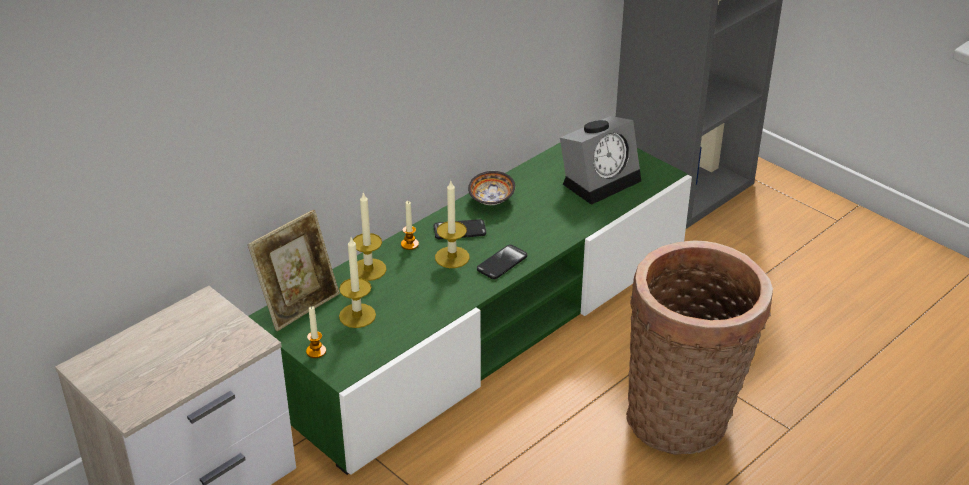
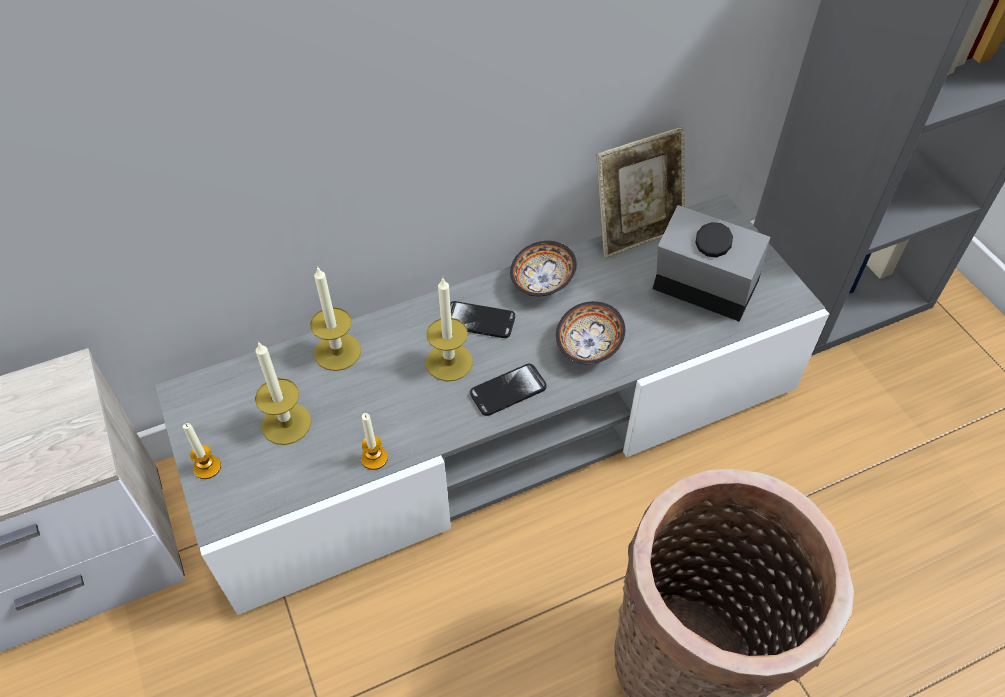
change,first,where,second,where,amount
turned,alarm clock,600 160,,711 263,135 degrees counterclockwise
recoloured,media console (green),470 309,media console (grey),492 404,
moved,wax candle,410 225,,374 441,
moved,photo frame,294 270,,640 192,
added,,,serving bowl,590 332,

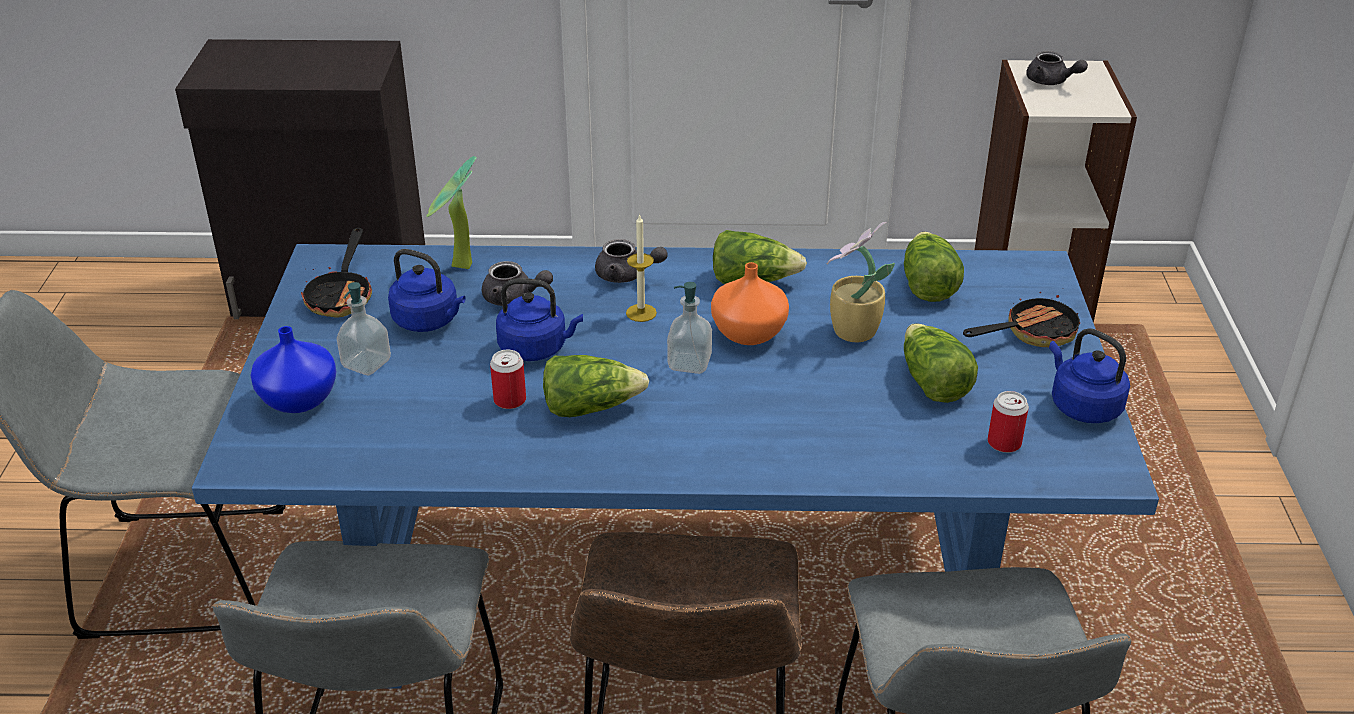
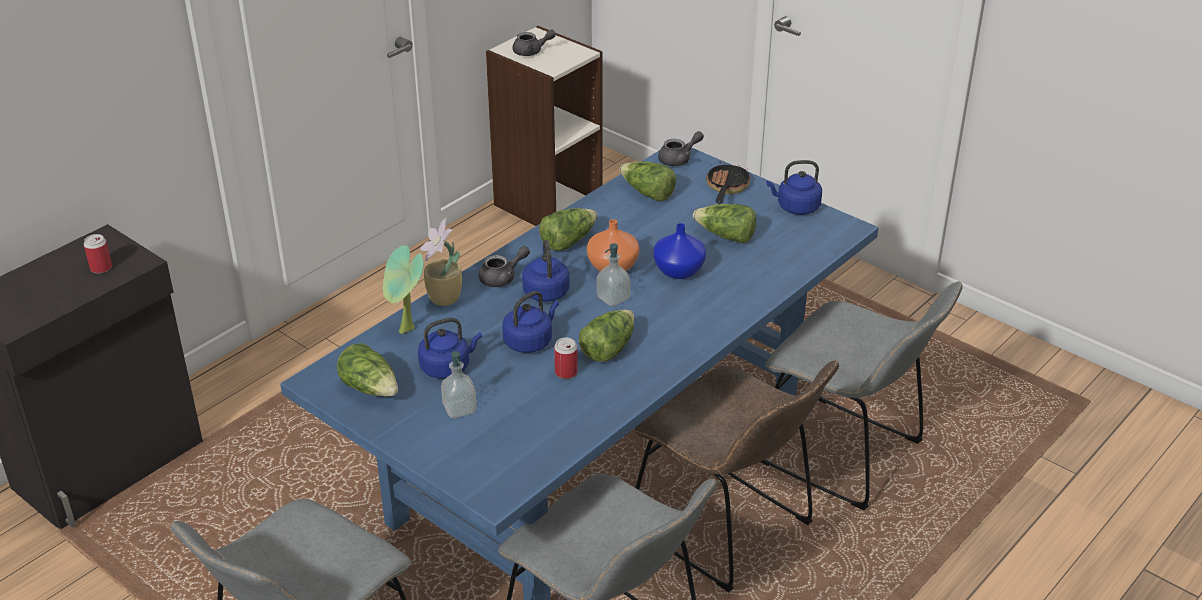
change,first,where,second,where,amount
replaced,wax candle,641 268,tea kettle (blue),545 271,
moved,houseplant,861 282,,441 262,
replaced,pan,336 273,head of lettuce,367 370,
moved,tea pot (grey),517 283,,681 148,
moved,vase (blue),293 369,,679 251,
moved,can,1008 422,,98 253,

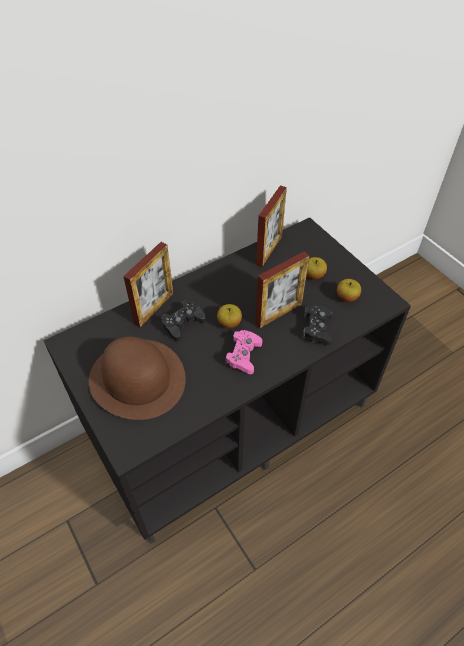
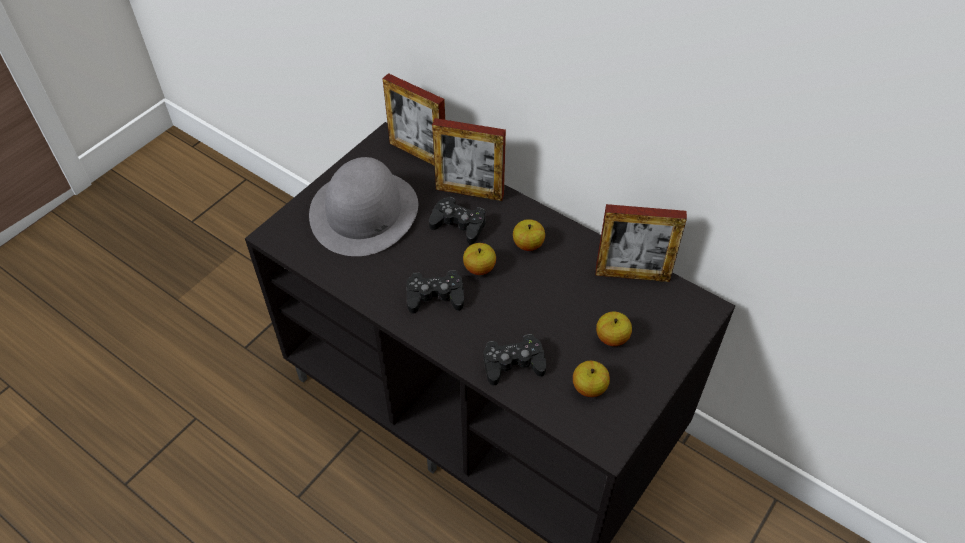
change,first,where,second,where,amount
moved,photo frame,282 289,,413 119,
recoloured,game controller (pink),243 352,game controller (black-coloured),435 291,
recoloured,hat (brown-coloured),137 378,hat (grey),363 206,
added,,,apple,529 235,

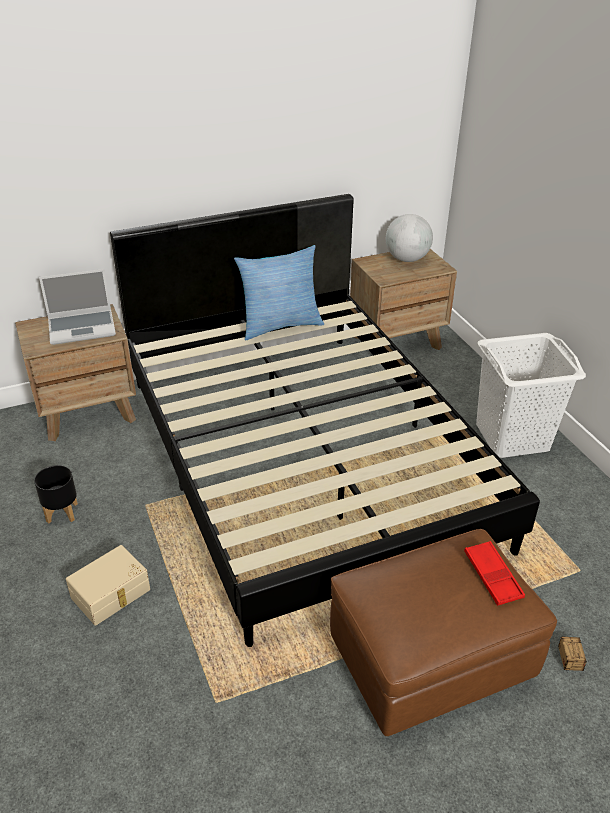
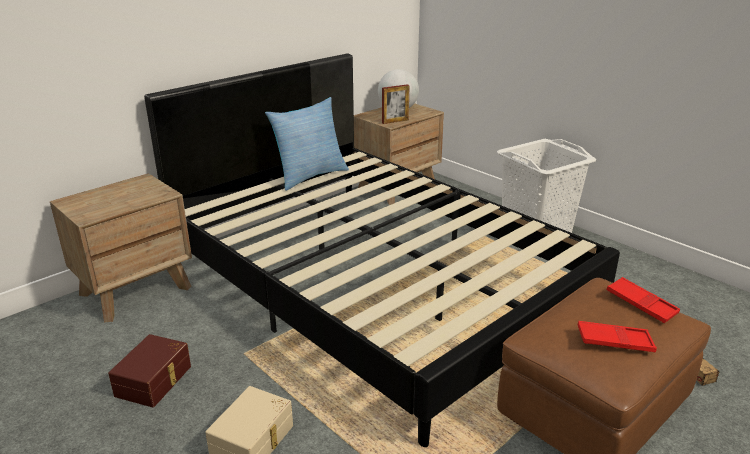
change,first,where,second,where,amount
removed,laptop,77 307,,,
replaced,plant pot (black-coloured),56 494,storage container (brown-coloured),149 370,
added,,,photo frame,396 104,
added,,,carrying tray (red),617 336,

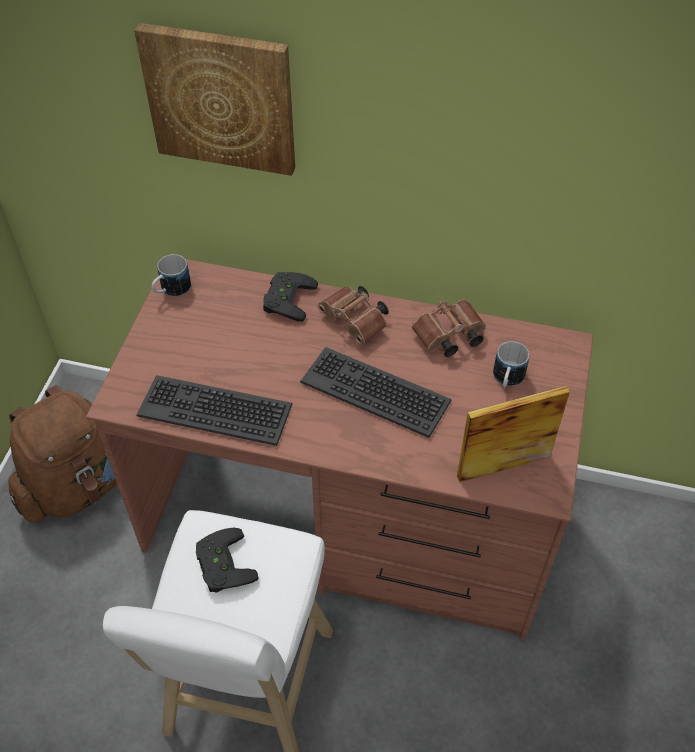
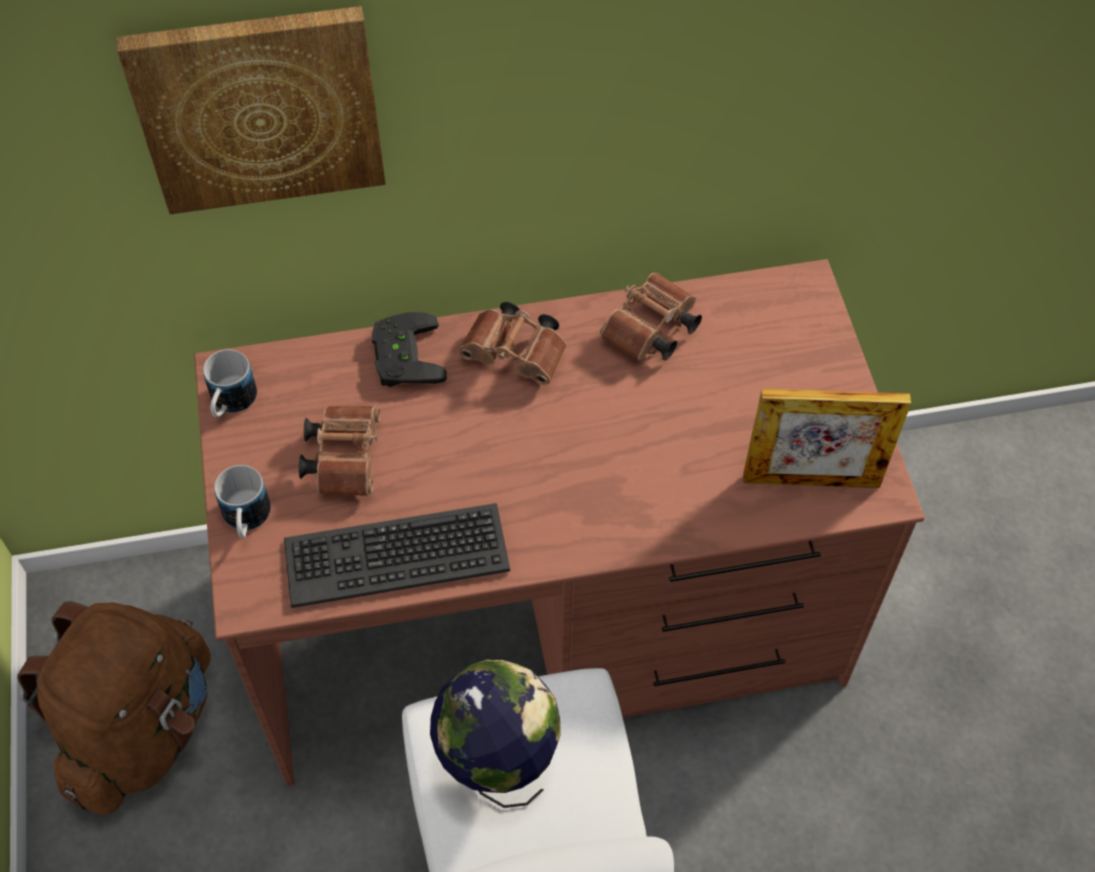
change,first,where,second,where,amount
moved,tea mug,511 364,,242 502,
removed,computer keyboard,376 392,,,
turned,photo frame,513 434,,827 438,135 degrees counterclockwise
replaced,game controller (black-coloured),227 560,globe,495 734,
added,,,pair of binoculars (brown-coloured),339 450,

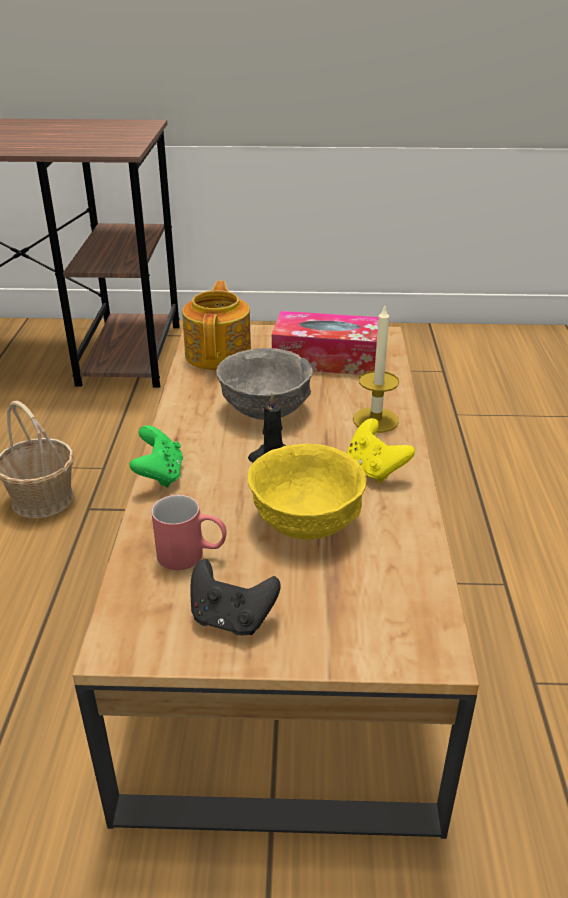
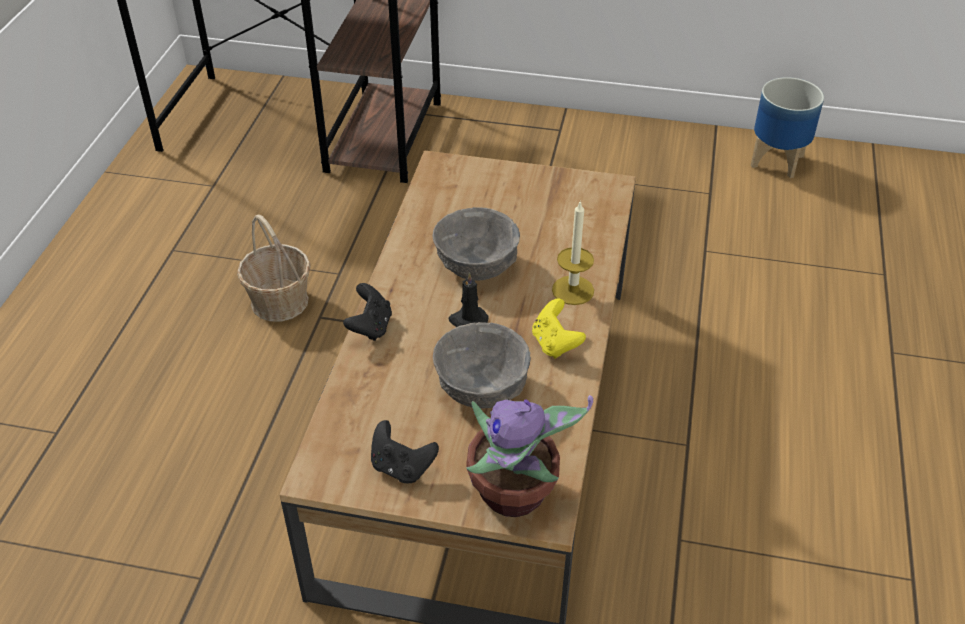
change,first,where,second,where,amount
removed,tea pot,216 325,,,
removed,tissue holder,325 343,,,
recoloured,game controller (green),156 456,game controller (black-coloured),367 312,
recoloured,serving bowl (yellow),307 491,serving bowl (grey),482 365,
removed,tea mug (red),189 532,,,
added,,,plant pot,787 127,
added,,,houseplant,529 456,

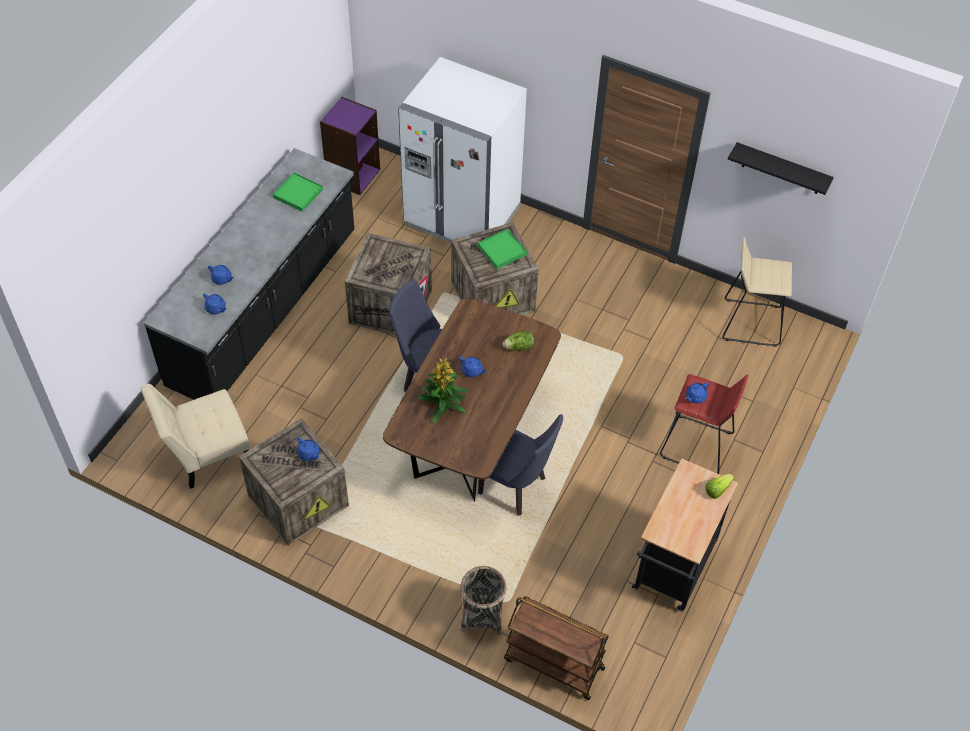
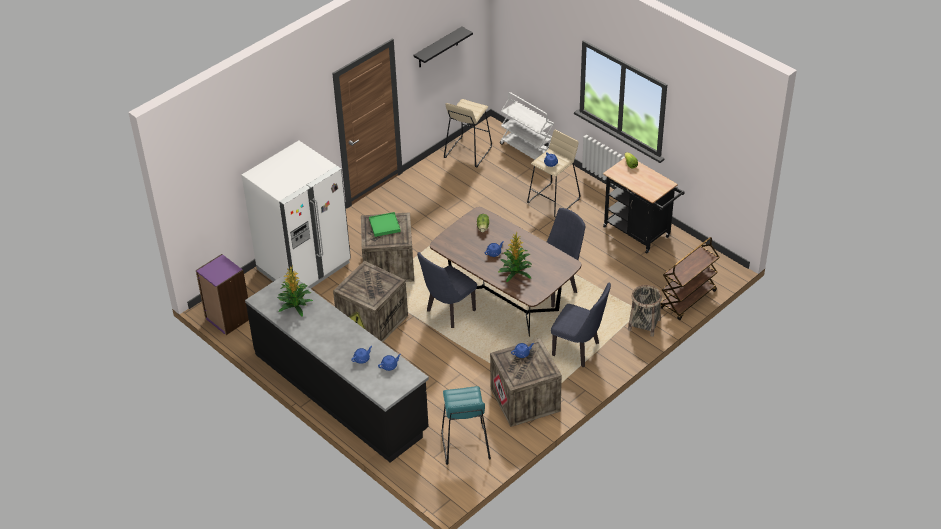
change,first,where,second,where,amount
replaced,carrying tray (green),298 192,houseplant,295 291,
recoloured,stool seat (red),704 424,stool seat (sand-coloured),553 174,
replaced,chair (sand-coloured),195 436,stool seat (blue-green),466 425,
added,,,cart (whitish),527 126,
added,,,chair (blue),581 325,

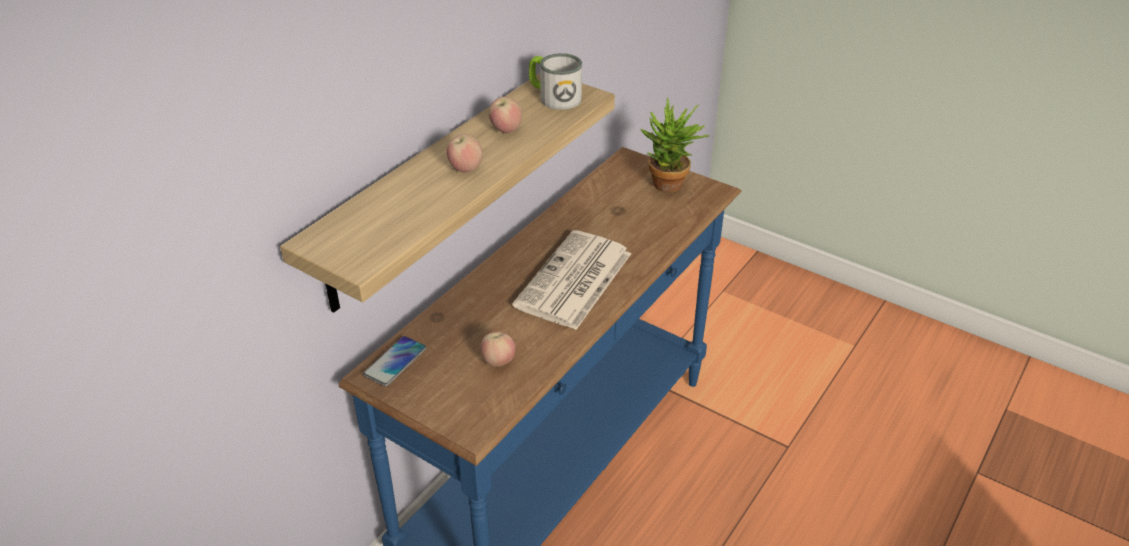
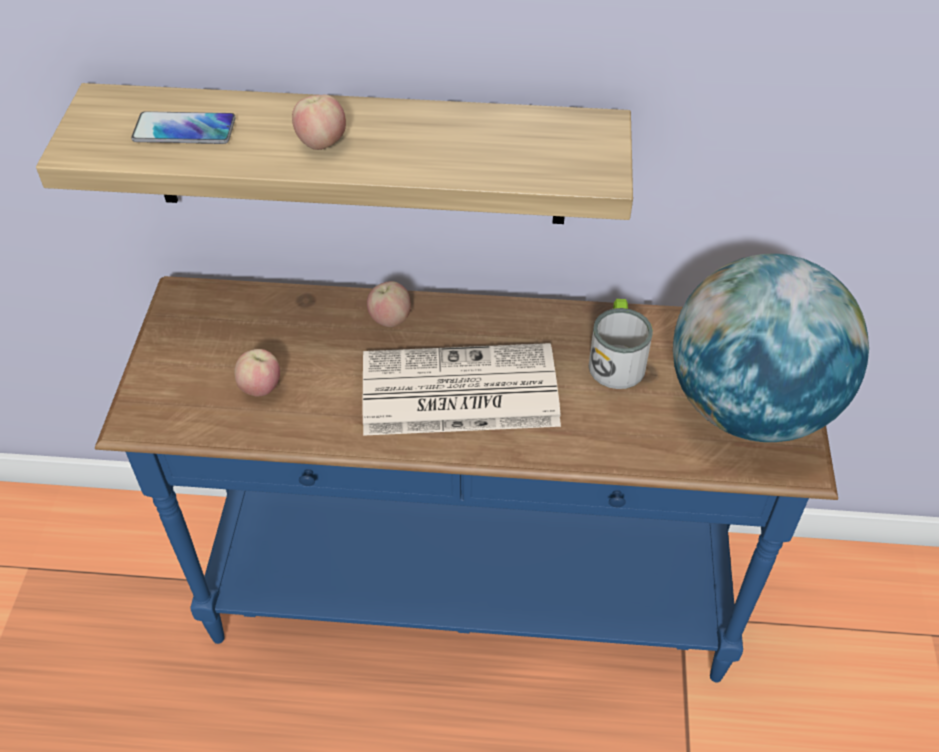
change,first,where,second,where,amount
moved,tea mug,555 81,,621 344,
moved,apple,505 115,,389 304,
replaced,houseplant,675 145,globe,771 348,
moved,telephone,394 361,,183 127,

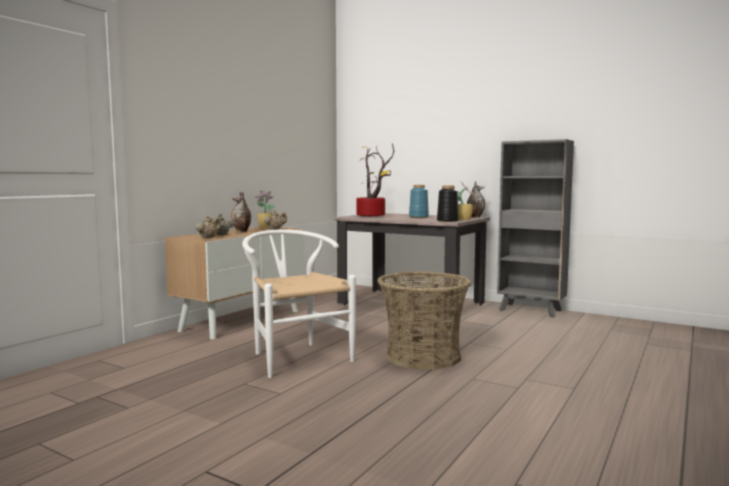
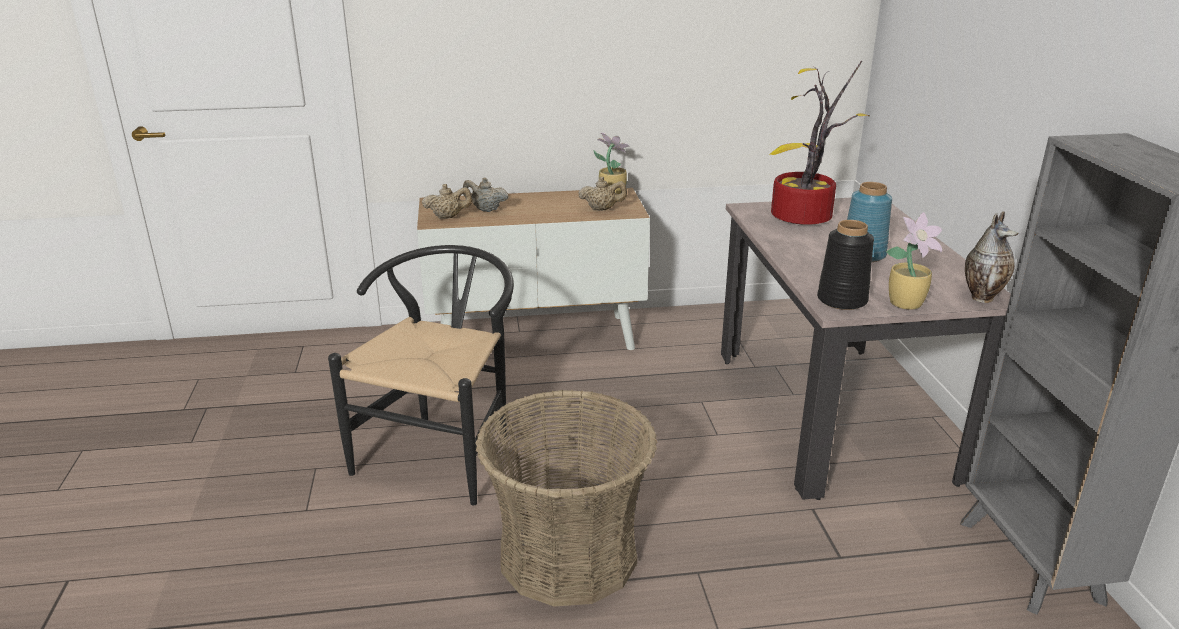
change,first,where,second,where,amount
removed,vase,241 212,,,
recoloured,chair (whitish),299 303,chair (black-coloured),421 375,

